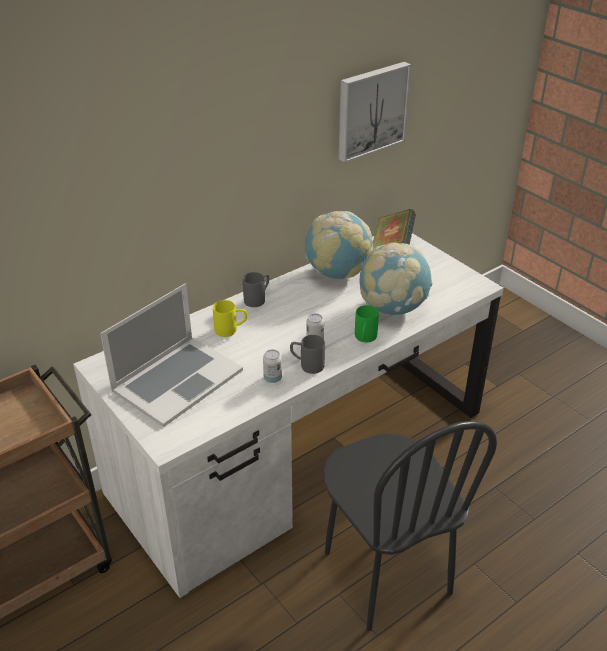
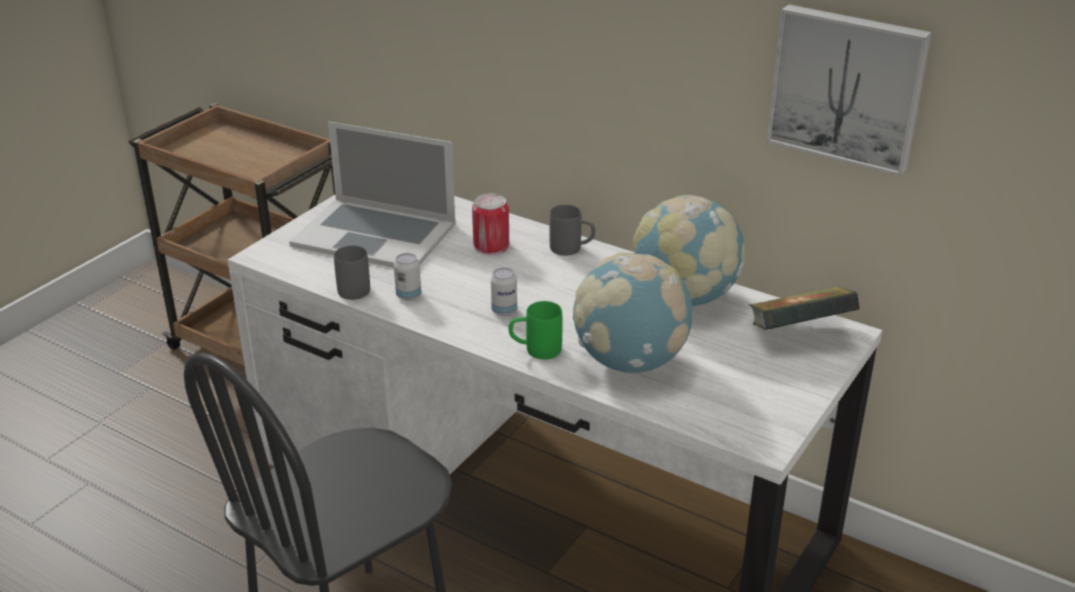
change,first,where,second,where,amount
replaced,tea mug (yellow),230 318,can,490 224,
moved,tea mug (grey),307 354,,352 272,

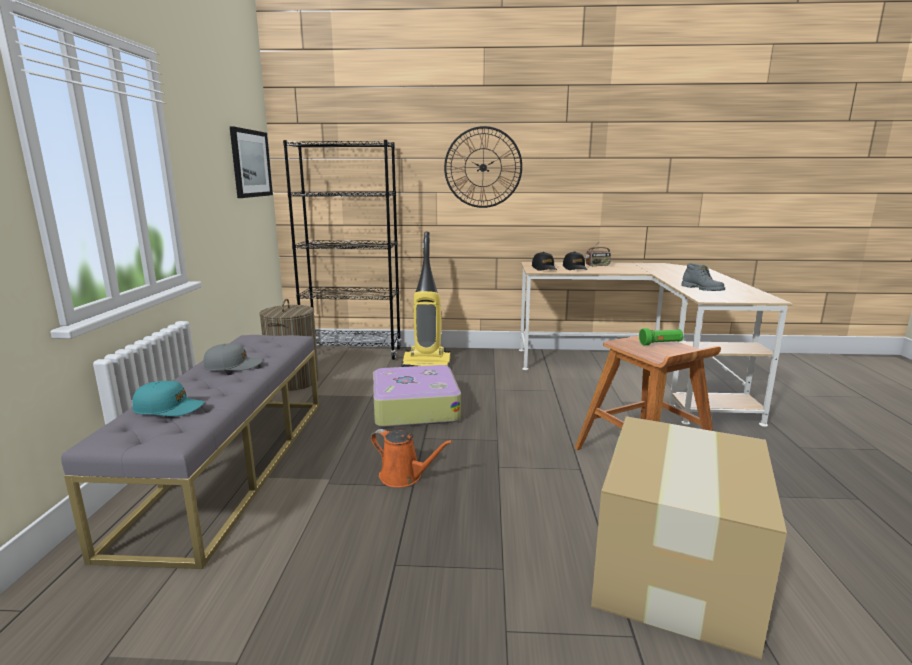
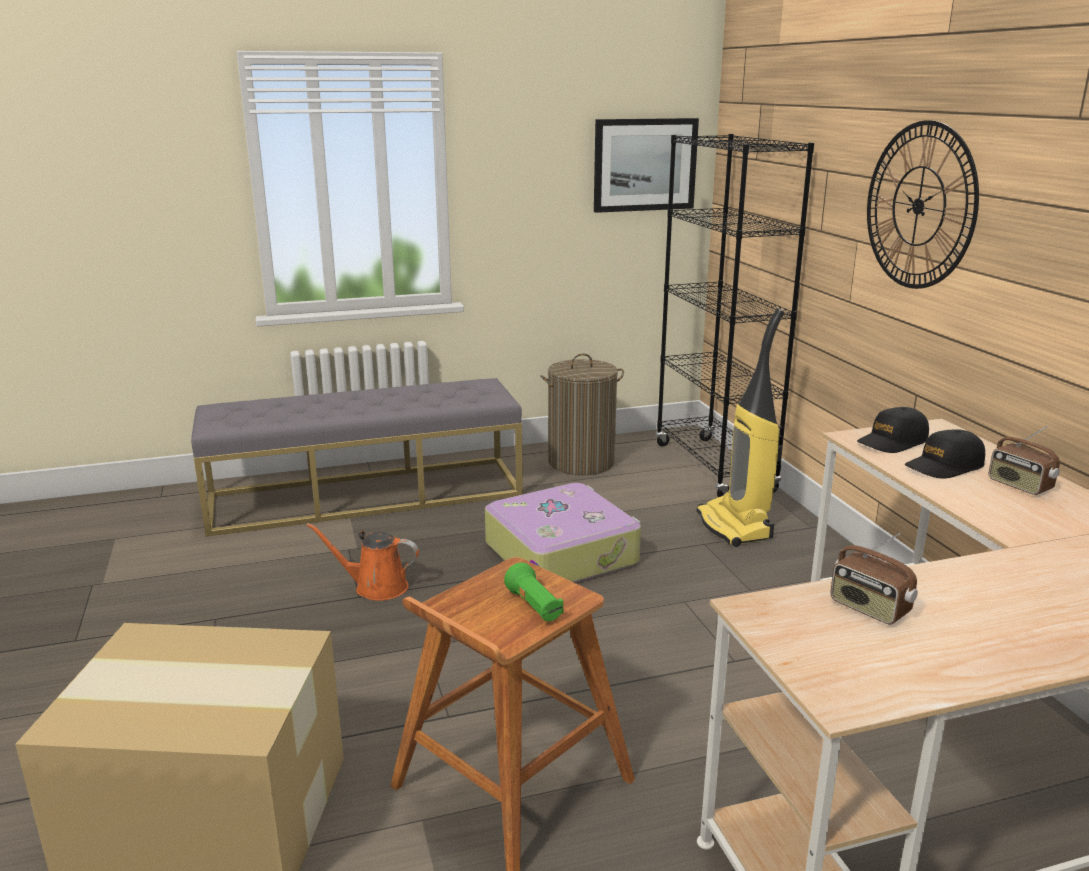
change,first,where,second,where,amount
replaced,tall boot (grey),703 277,radio set,874 579,
removed,peaked cap (grey),233 357,,,
removed,peaked cap (blue-green),168 398,,,
turned,watering pot (orangey),412 458,,362 562,90 degrees clockwise

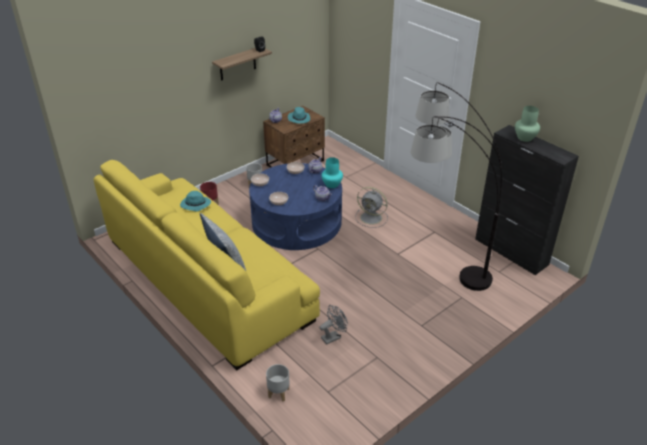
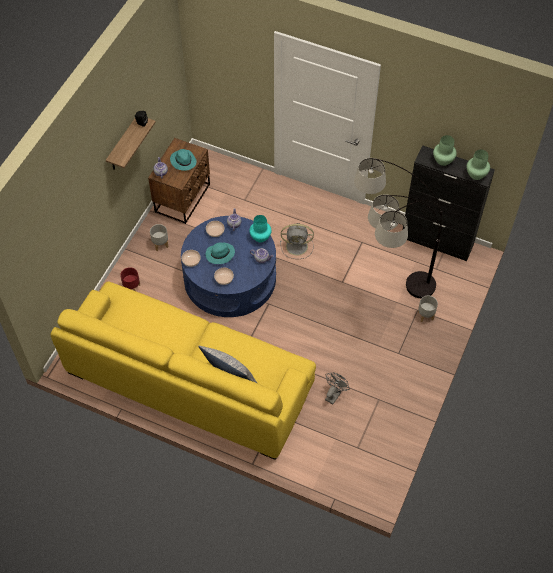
change,first,where,second,where,amount
moved,hat (blue-green),195 201,,220 253,
moved,plant pot (grey),278 382,,428 309,
added,,,vase (green),478 164,

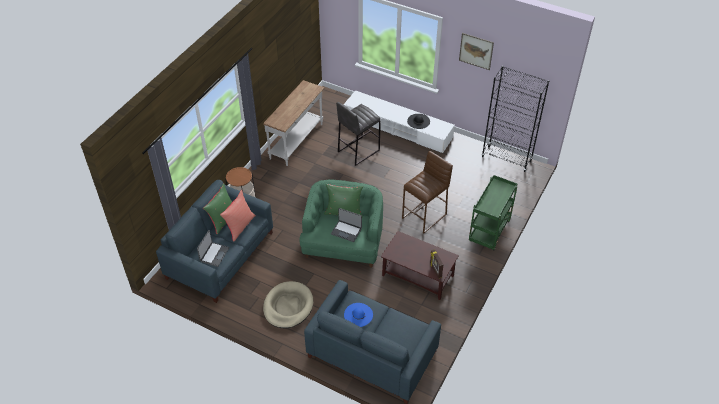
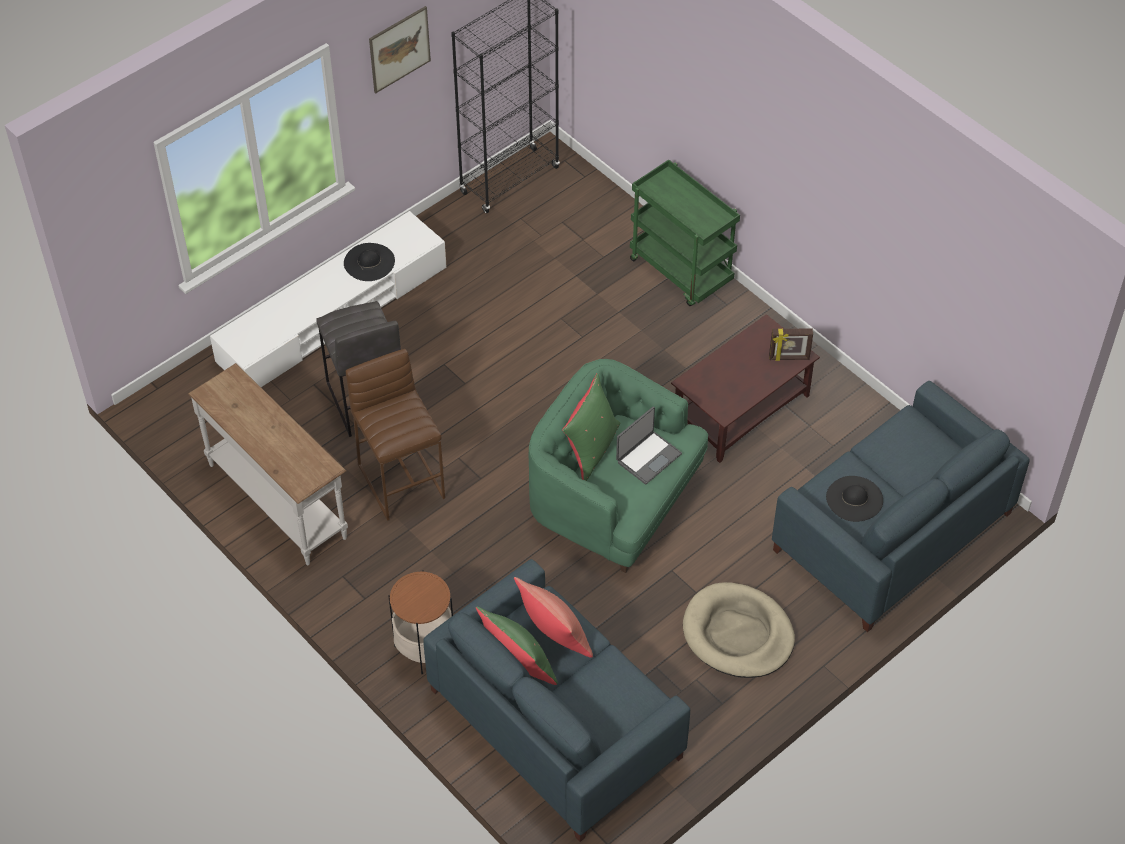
change,first,where,second,where,amount
moved,stool seat (brown-coloured),427 192,,395 435,
removed,laptop,213 248,,,
recoloured,hat (blue),358 315,hat (black-coloured),854 499,

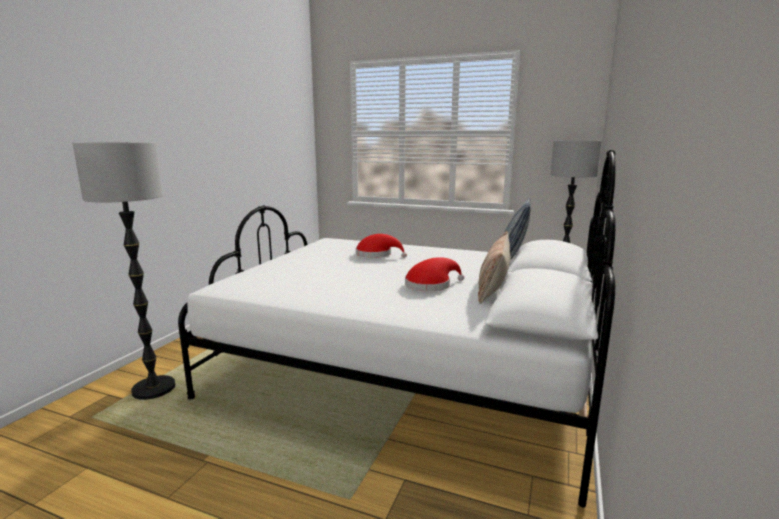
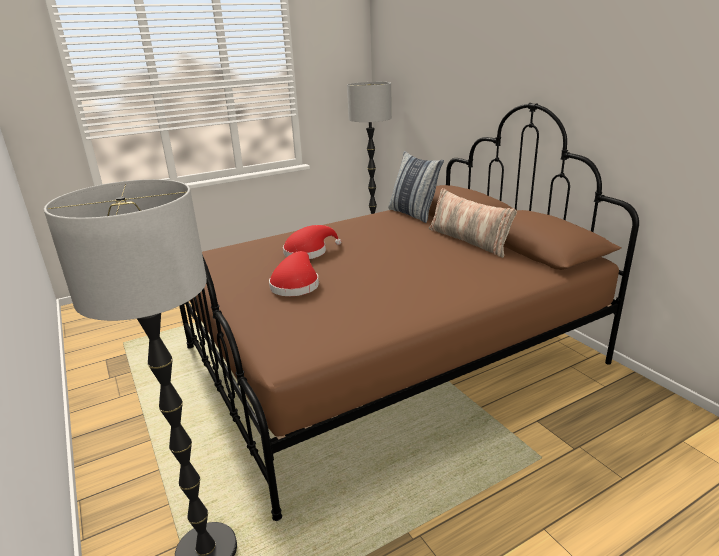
change,first,where,second,where,amount
recoloured,bedroom bed (whitish),397 329,bedroom bed (brown-coloured),409 312,
moved,hat (red),434 274,,294 273,

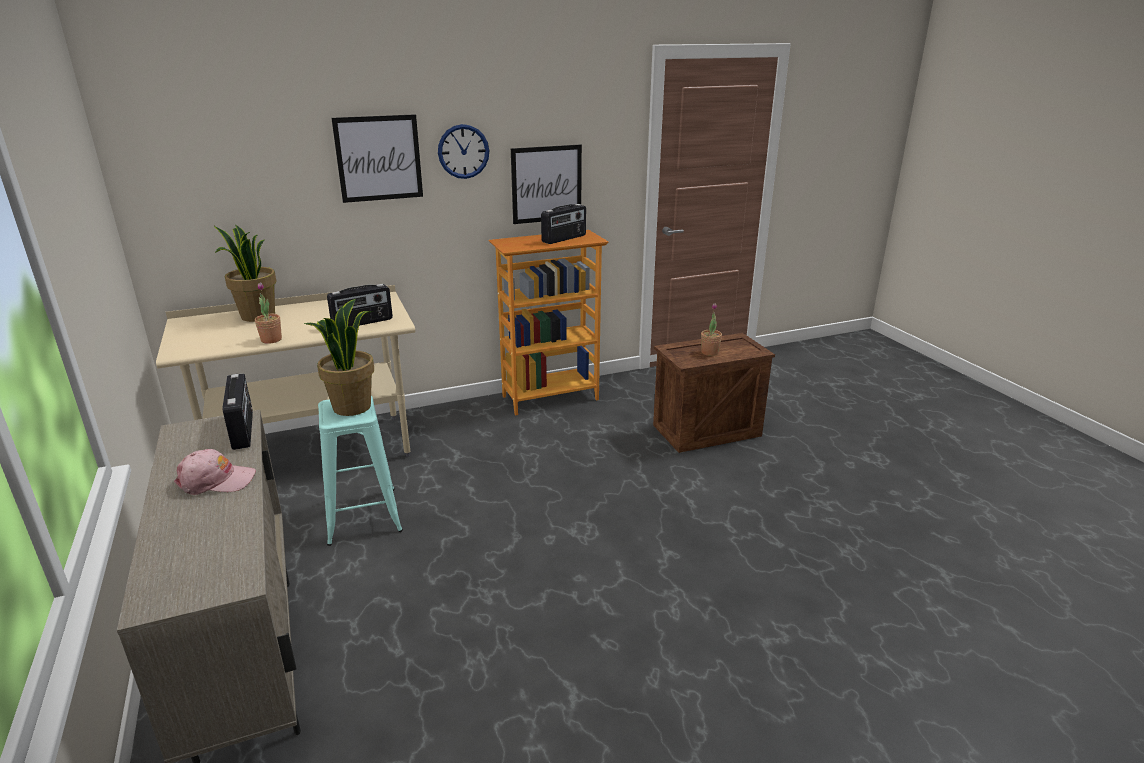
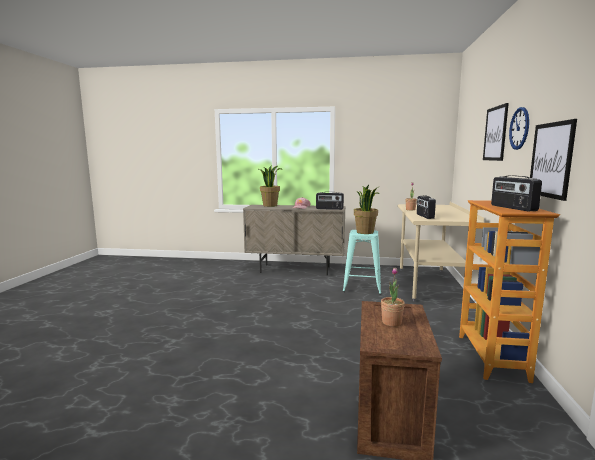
change,first,where,second,where,amount
moved,houseplant,245 273,,270 186,

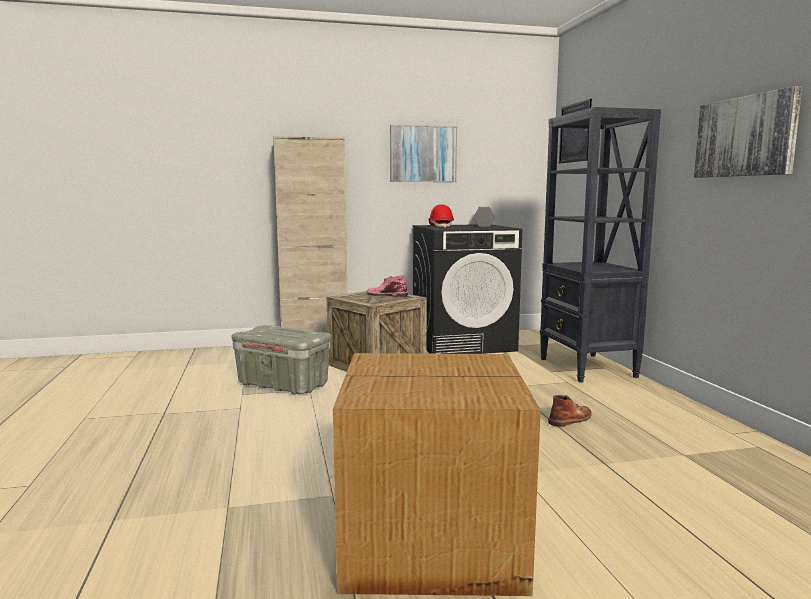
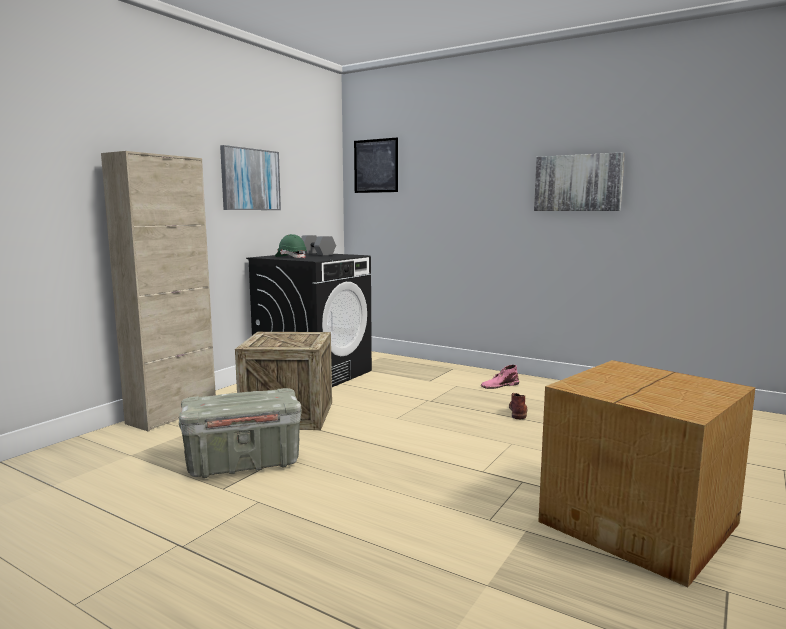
change,first,where,second,where,amount
removed,shelving unit (black-coloured),600 244,,,
recoloured,safety helmet (red),441 216,safety helmet (green),291 246,
moved,tall boot (pink),387 286,,500 377,

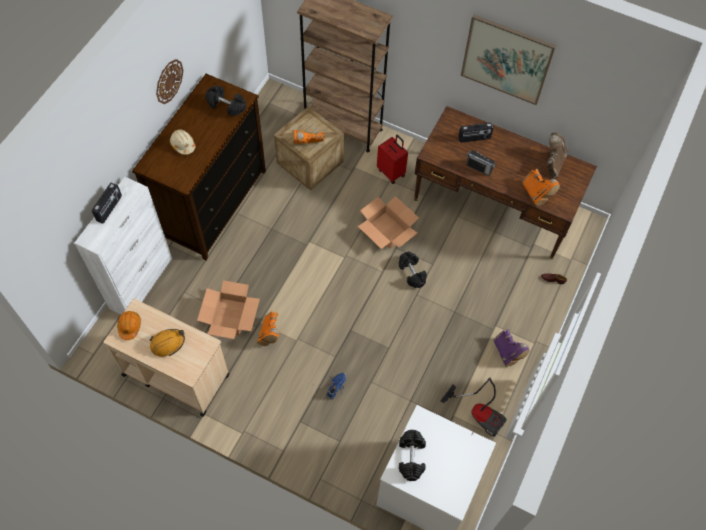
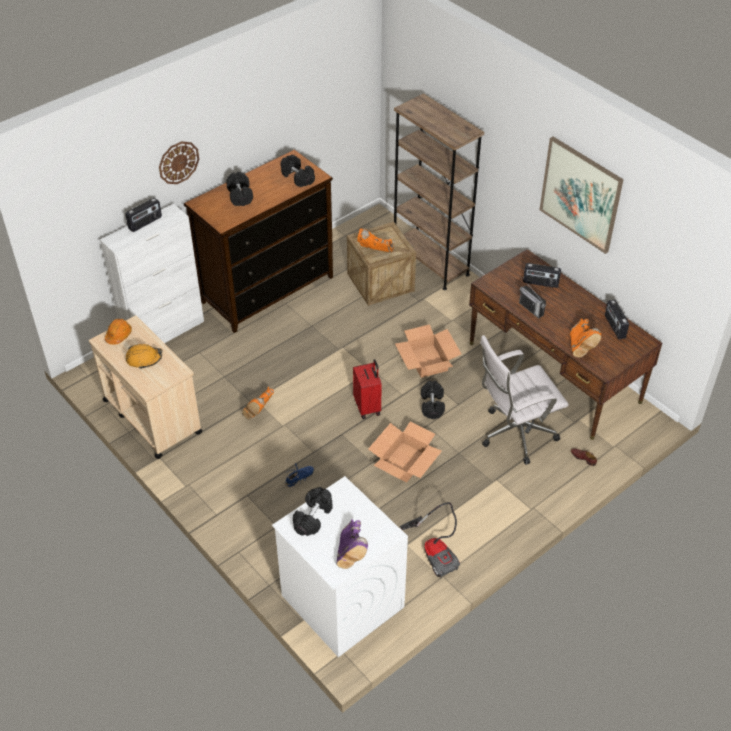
change,first,where,second,where,amount
moved,hanging clock,169 81,,179 162,
replaced,safety helmet (sand-coloured),182 142,free weight (black-coloured),239 189,
replaced,tall boot (brown-coloured),557 155,radio set,617 319,
moved,suitcase (red),392 159,,367 389,
moved,cardboard box,228 309,,405 452,
moved,tall boot (purple),511 348,,352 544,
added,,,computer chair (whitish),524 400,

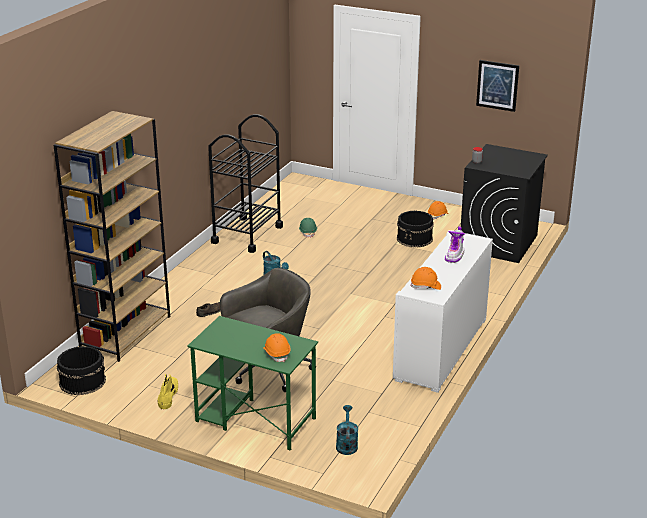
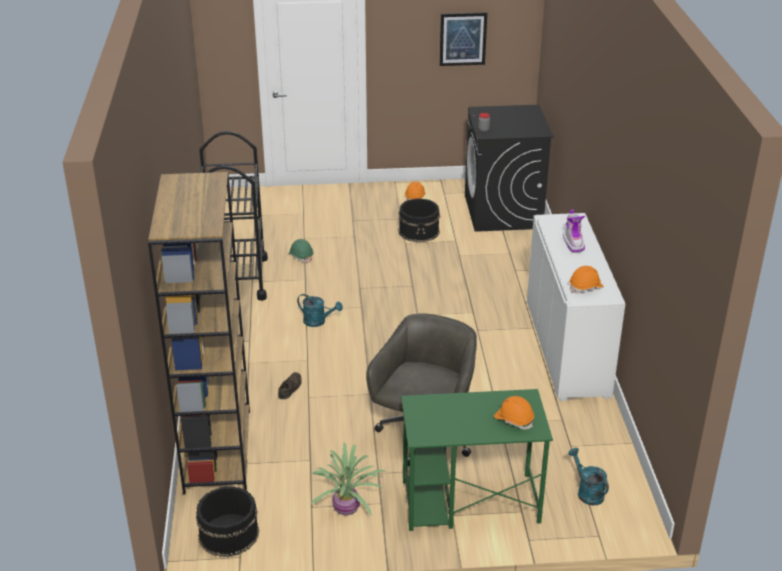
change,first,where,second,where,amount
replaced,tall boot (yellow),168 391,houseplant,348 479,

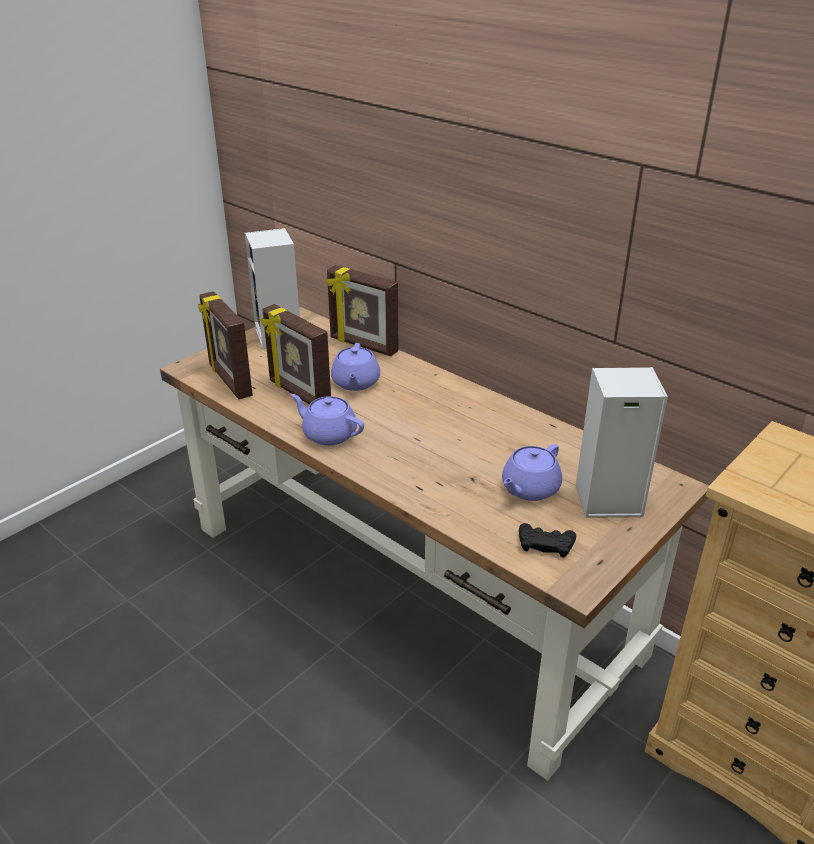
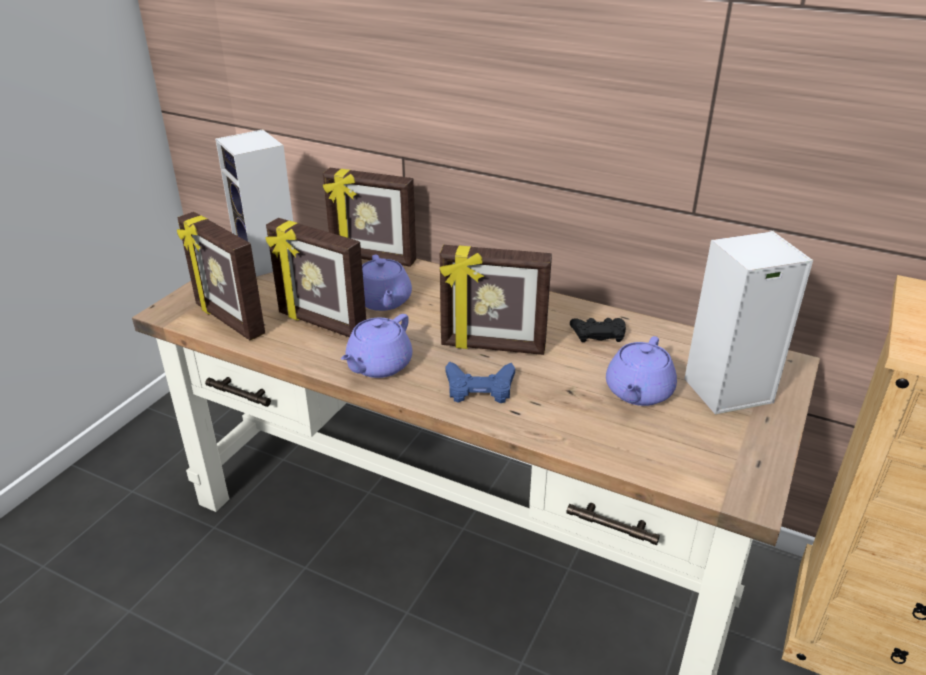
change,first,where,second,where,amount
turned,tea pot (purple),327 420,,376 346,75 degrees counterclockwise
moved,game controller (black-coloured),547 540,,598 330,
added,,,photo frame,496 300,
added,,,game controller (blue),480 382,

